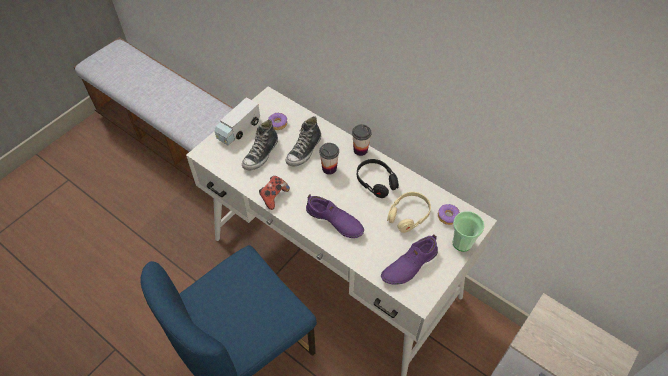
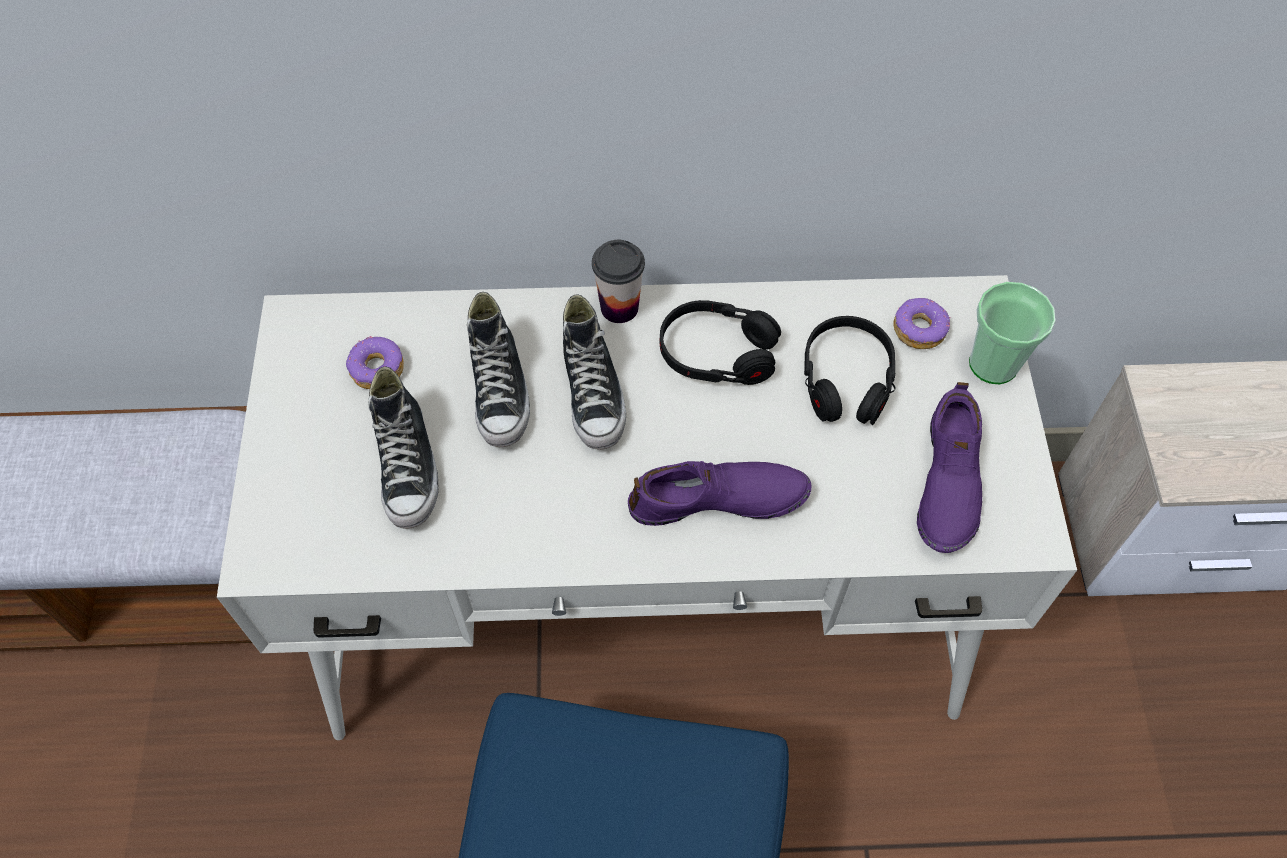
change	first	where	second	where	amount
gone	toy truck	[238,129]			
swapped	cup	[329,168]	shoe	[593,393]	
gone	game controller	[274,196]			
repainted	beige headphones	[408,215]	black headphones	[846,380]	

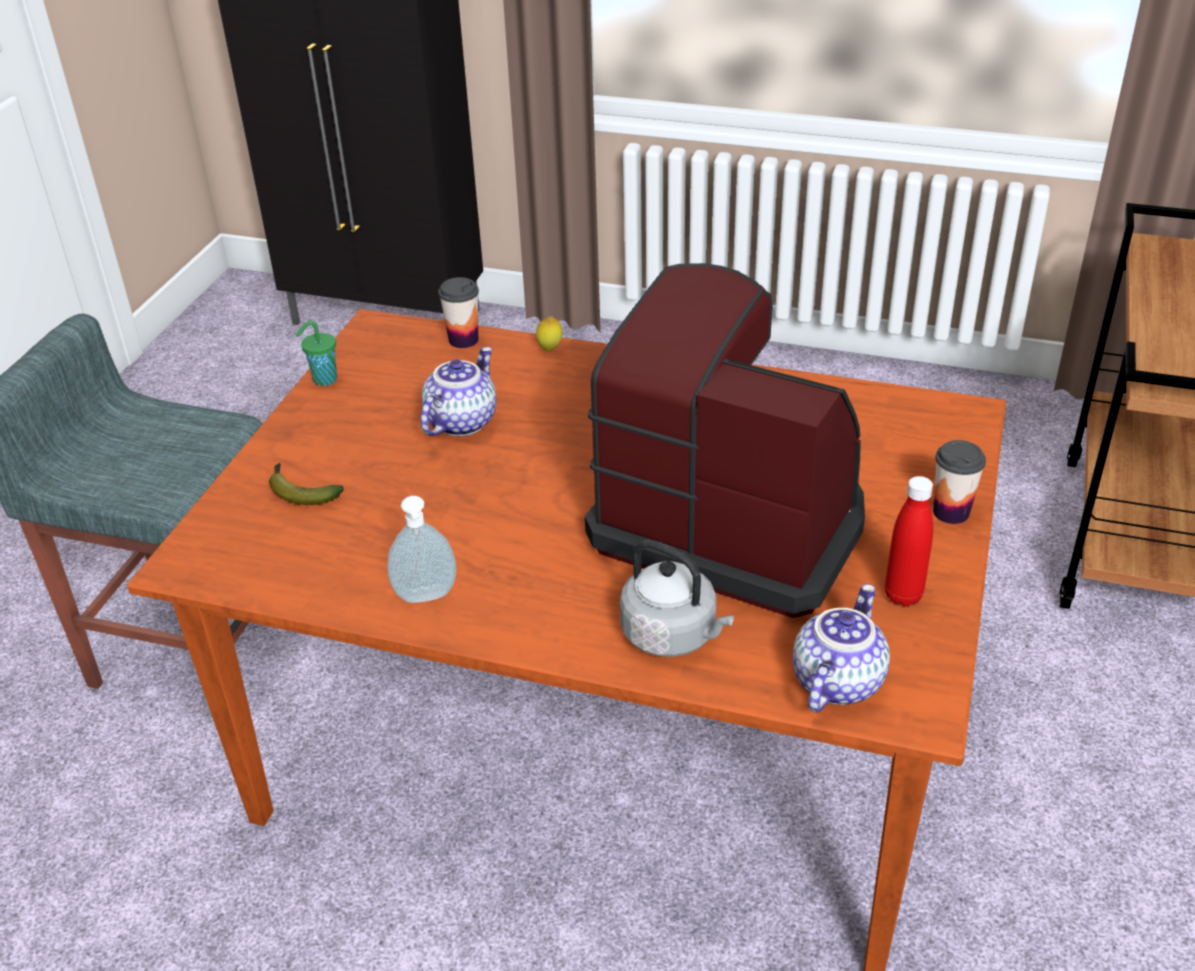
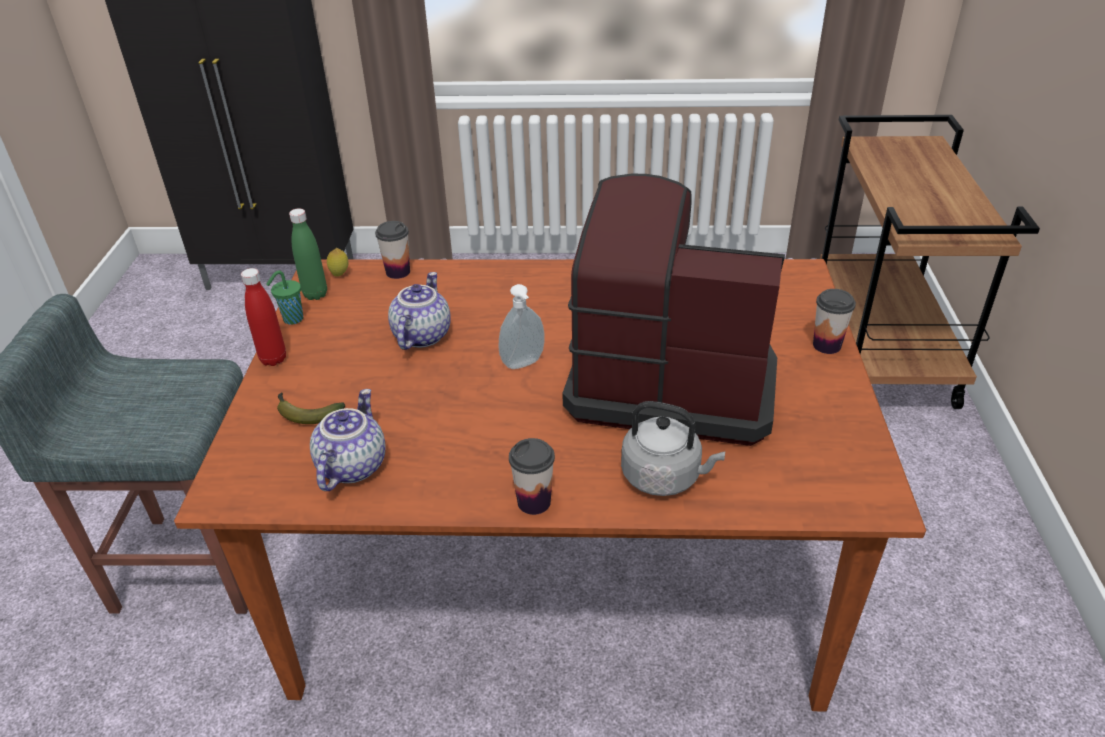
change	first	where	second	where	amount
shifted	lemon	[550,349]		[340,275]	
shifted	red bottle	[903,595]		[273,359]	
shifted	soap dispenser	[426,598]		[524,364]	
shifted	teapot	[835,681]		[351,466]	
new			green bottle	[315,294]	
new			cup	[534,502]	

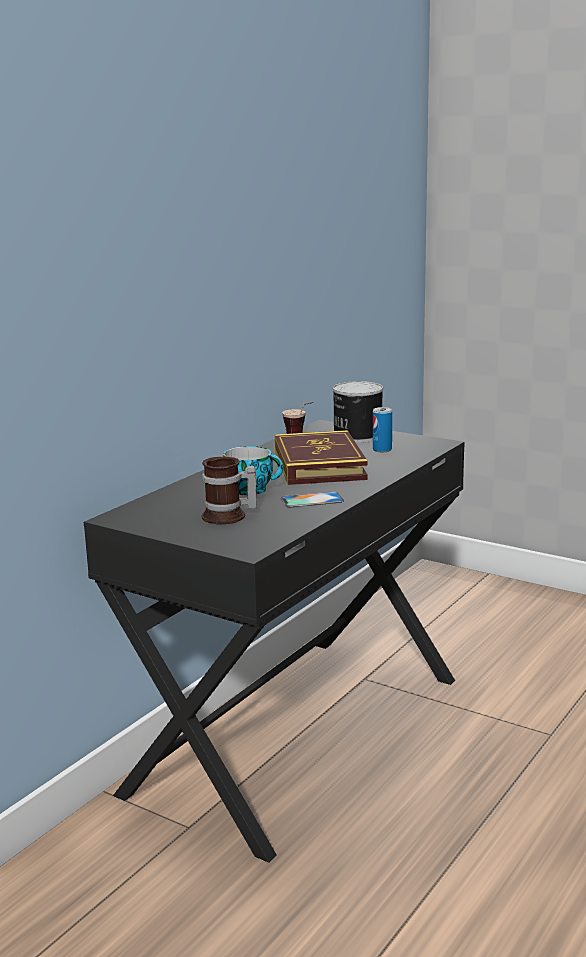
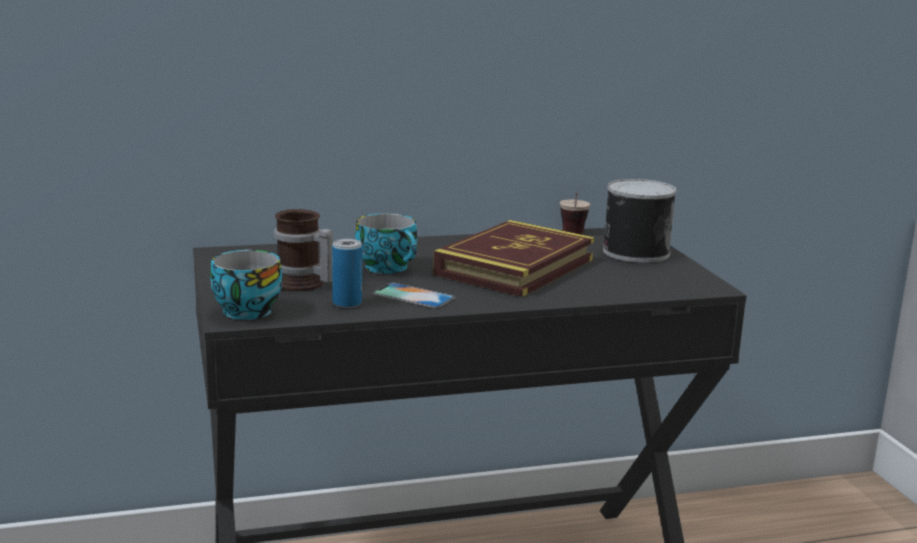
change	first	where	second	where	amount
shifted	can	[382,449]		[347,303]	
new			cup	[244,310]	

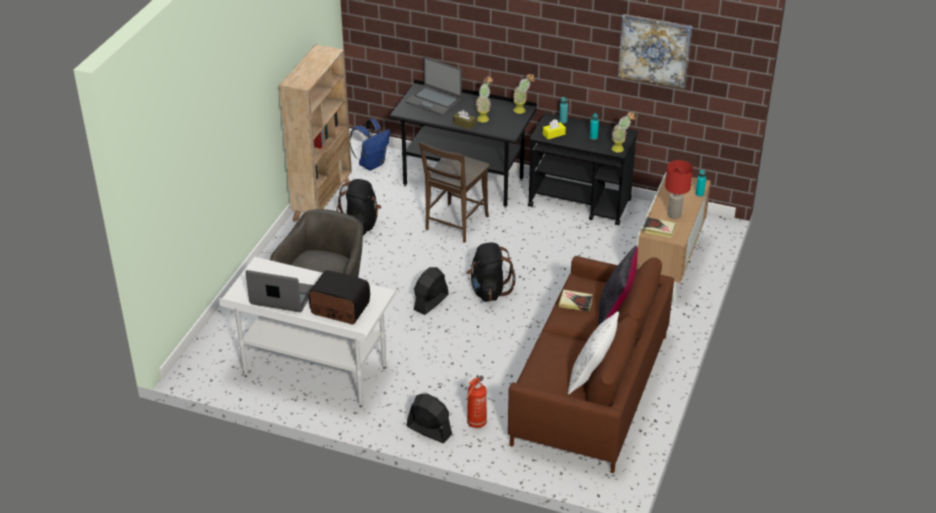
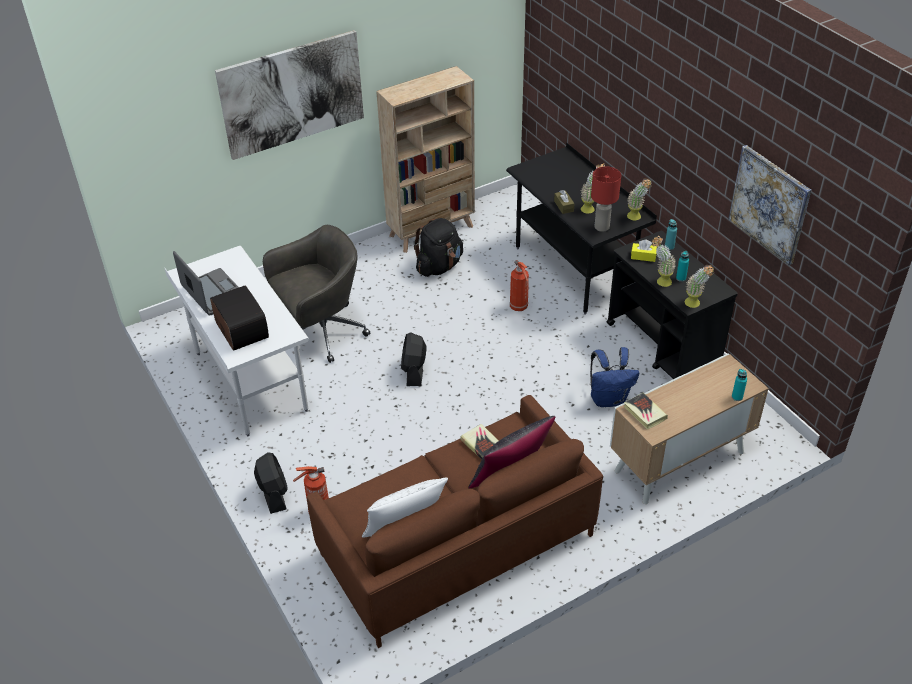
change	first	where	second	where	amount
gone	laptop	[434,101]			
shifted	blue backpack	[372,164]		[609,399]	
swapped	brown chair	[455,225]	fire extinguisher	[519,307]	
shifted	red table lamp	[674,215]		[601,227]	
gone	black backpack	[488,290]			
rotated	black fan	[430,302]		[414,371]	75 degrees counterclockwise
new			picture	[292,94]	
new			potted plant	[660,281]	

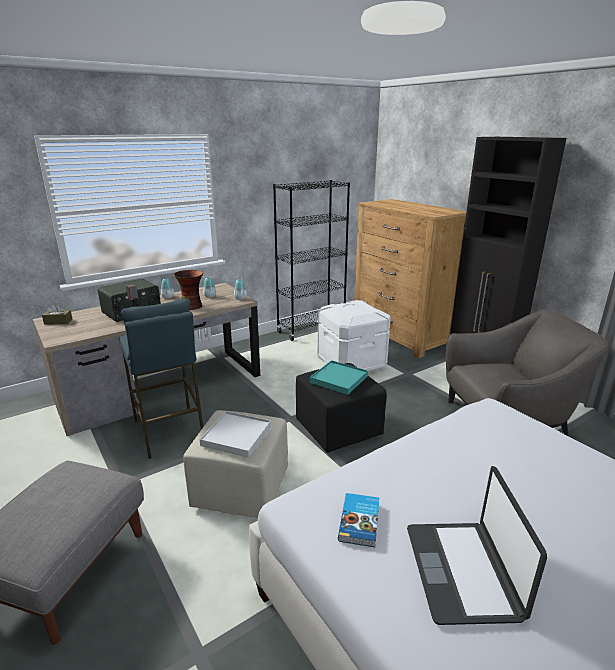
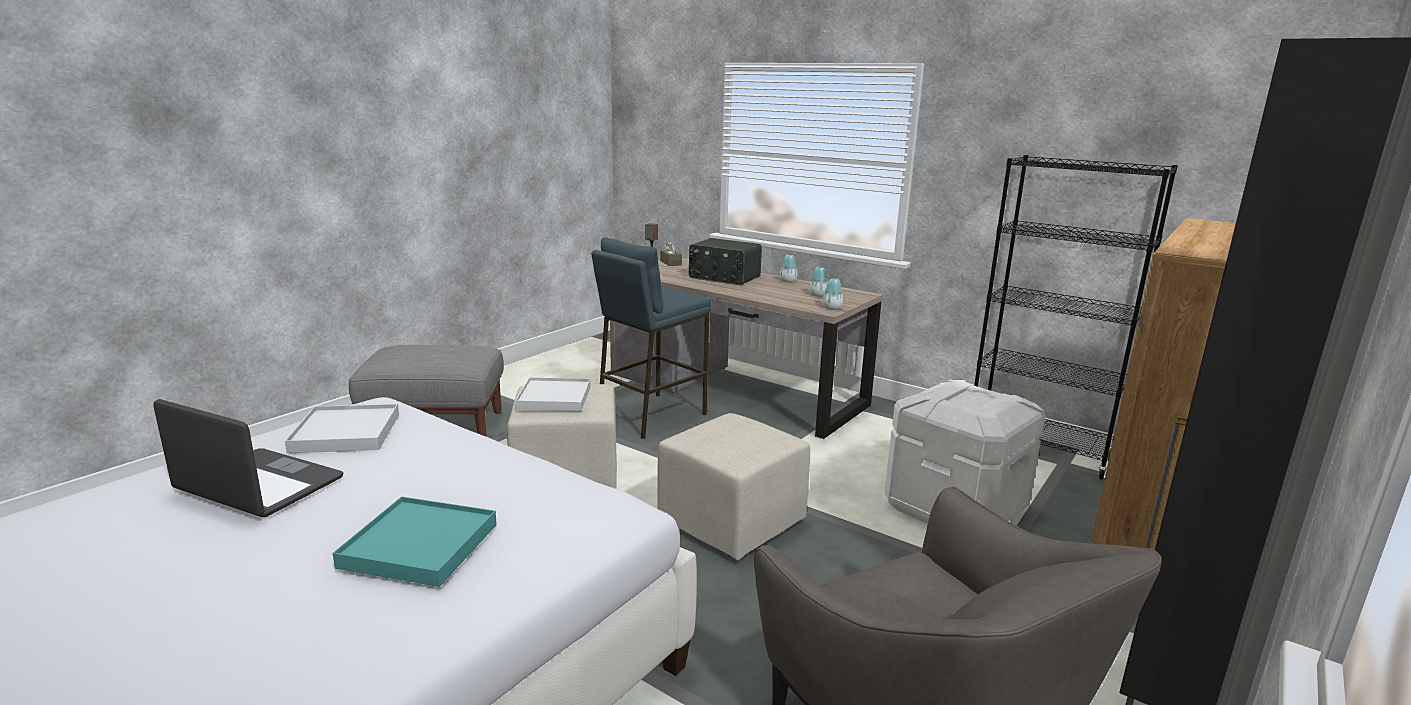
change	first	where	second	where	amount
gone	vase	[192,306]			
shifted	turquoise tray	[339,379]		[419,546]	
repainted	black ottoman	[337,429]	beige ottoman	[732,522]	
rotated	laptop	[463,571]		[258,486]	45 degrees clockwise
swapped	book	[360,521]	white tray	[346,433]	

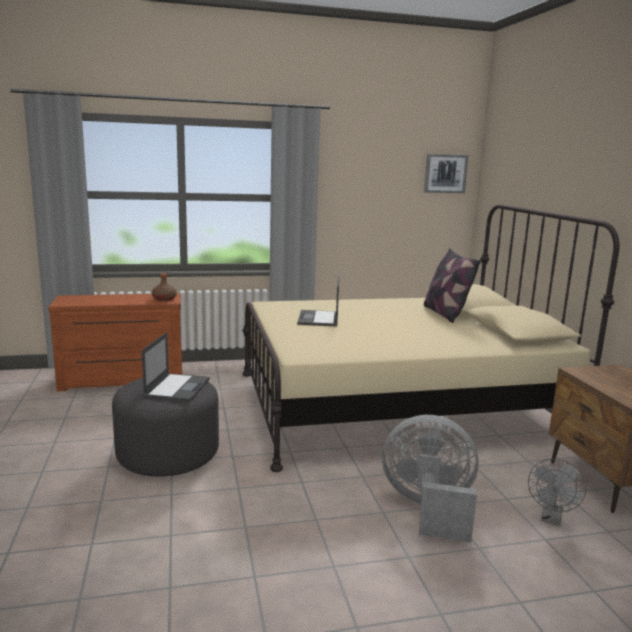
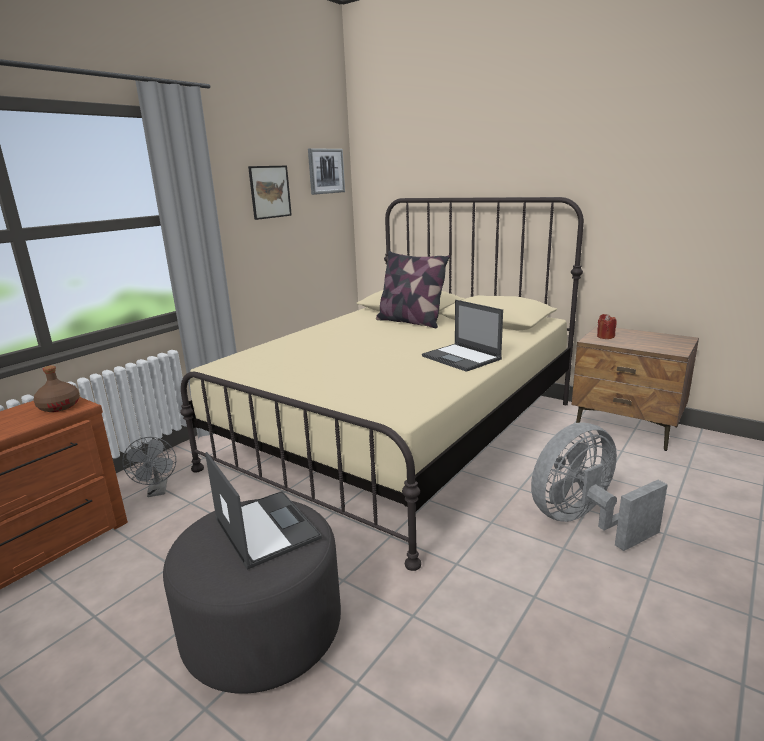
change	first	where	second	where	amount
shifted	laptop	[318,319]		[462,358]	
shifted	grey fan	[551,519]		[158,491]	
new			picture	[270,192]	
new			red candle	[605,337]	

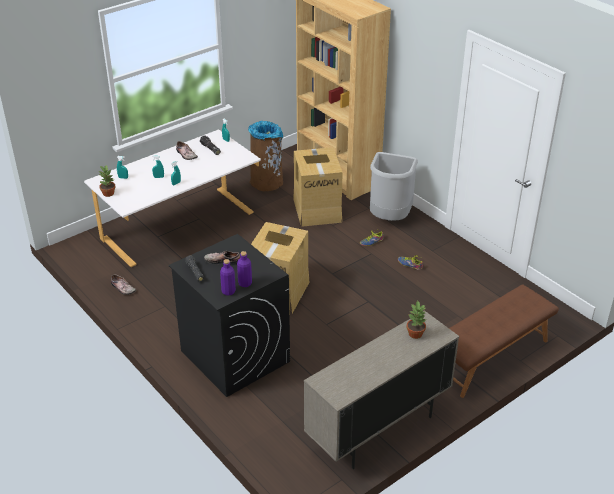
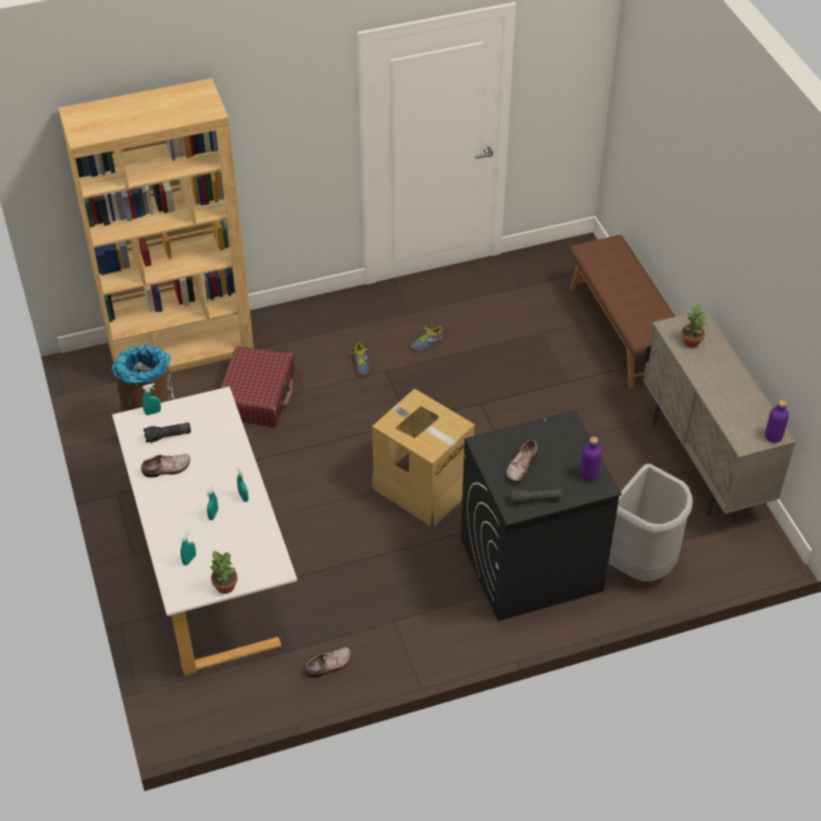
change	first	where	second	where	amount
swapped	cardboard box	[317,210]	red suitcase	[257,395]	
shifted	grey trash can	[389,218]		[641,565]	
shifted	purple bottle	[245,283]		[773,437]	

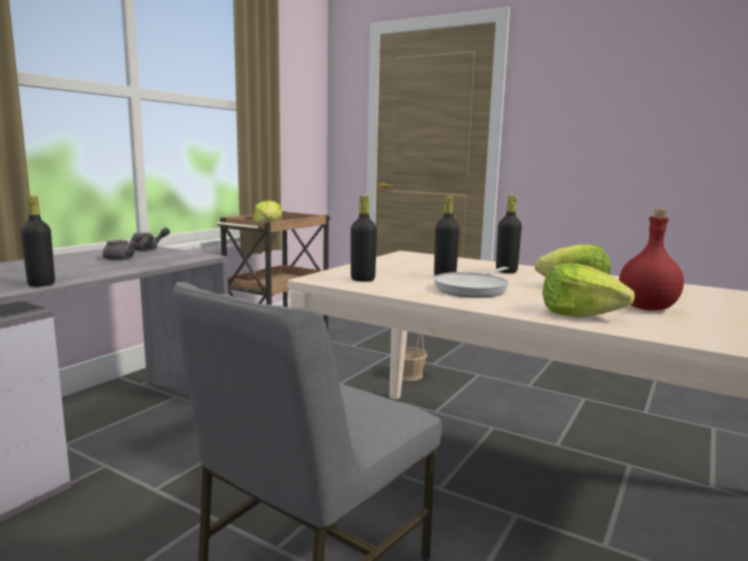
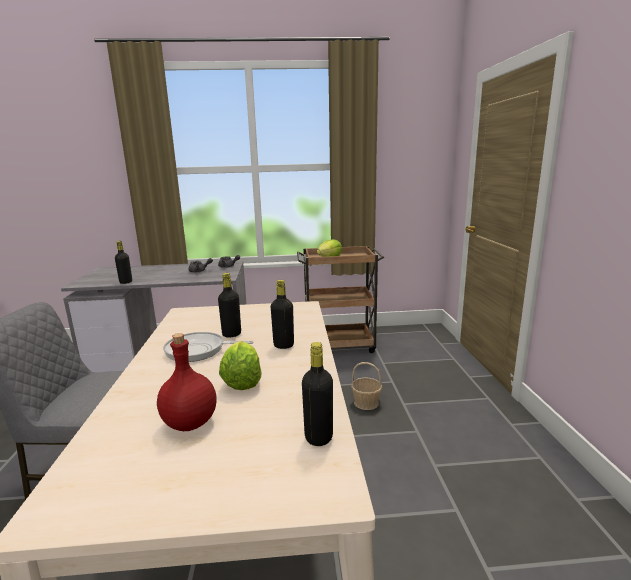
change	first	where	second	where	amount
shifted	black bottle	[362,279]		[318,437]	
gone	lettuce	[580,314]			

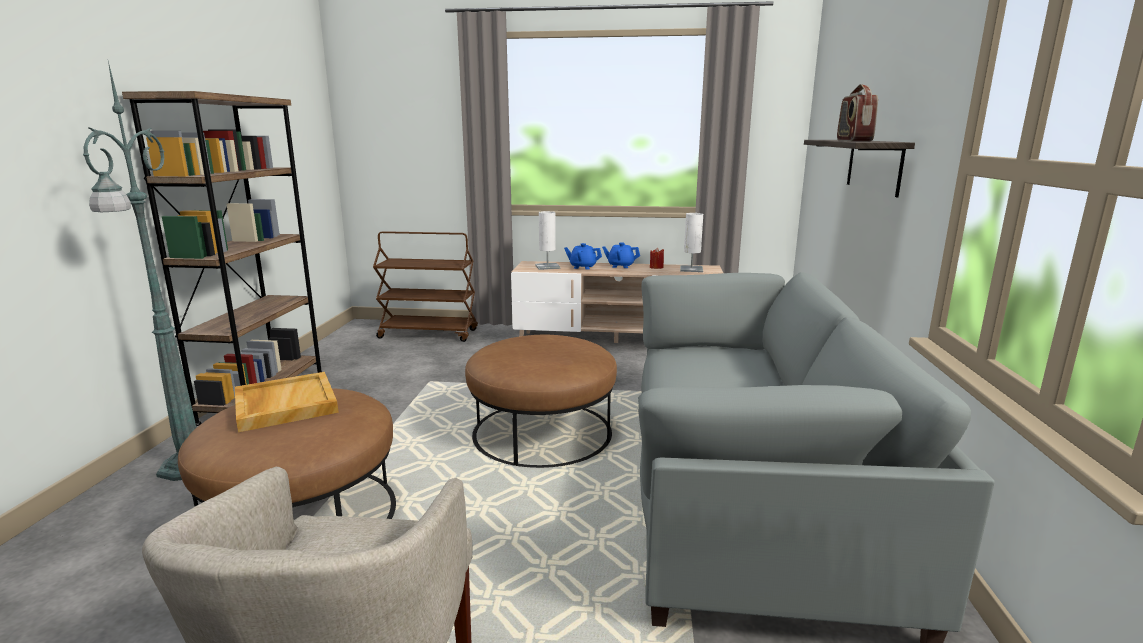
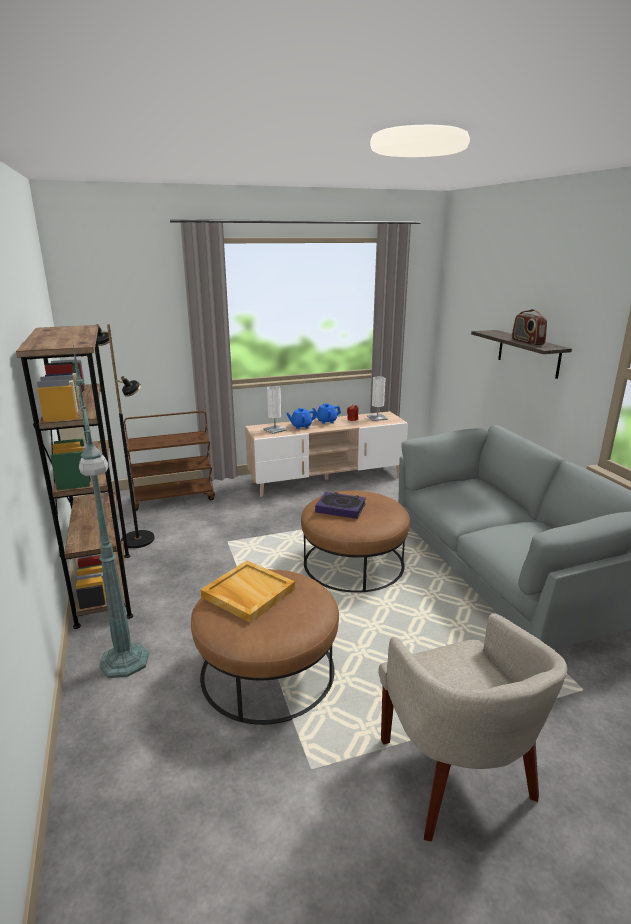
change	first	where	second	where	amount
new			black floor lamp	[138,539]	
new			book	[340,508]	

